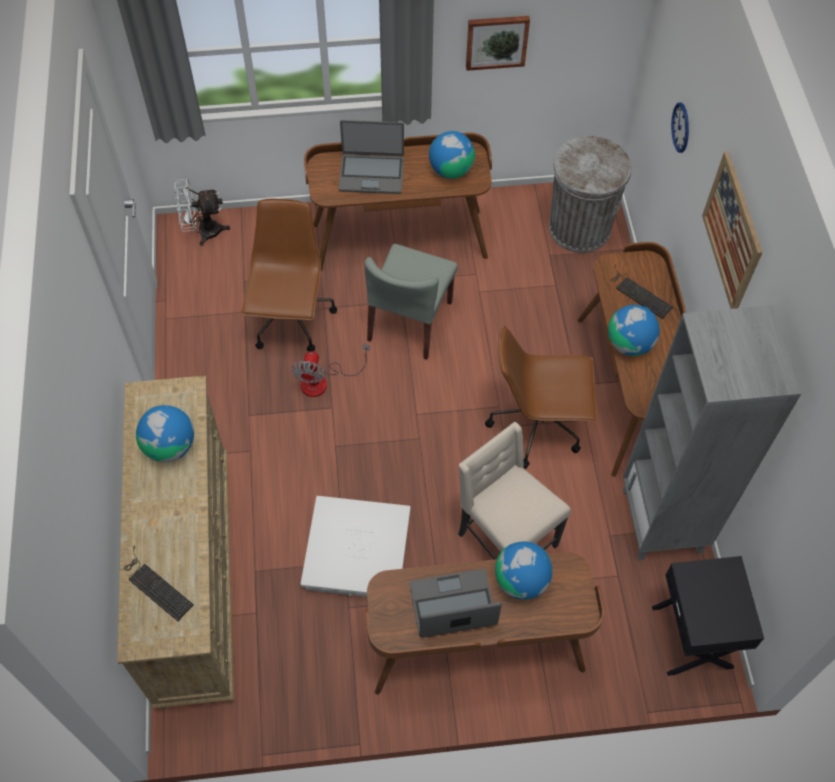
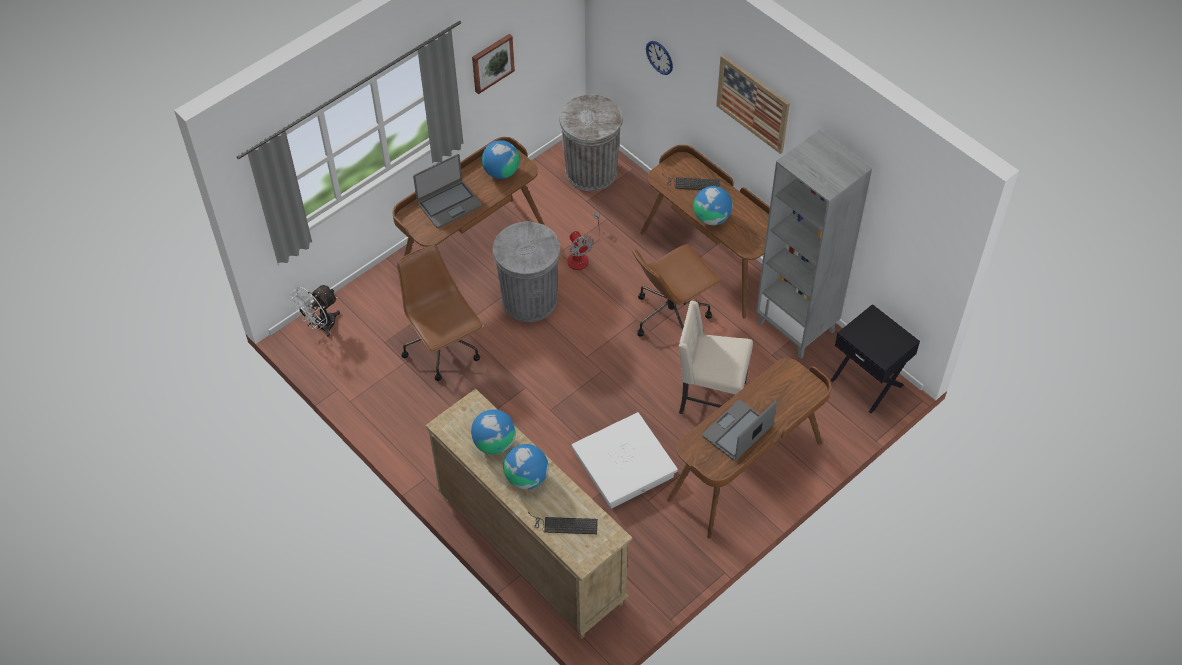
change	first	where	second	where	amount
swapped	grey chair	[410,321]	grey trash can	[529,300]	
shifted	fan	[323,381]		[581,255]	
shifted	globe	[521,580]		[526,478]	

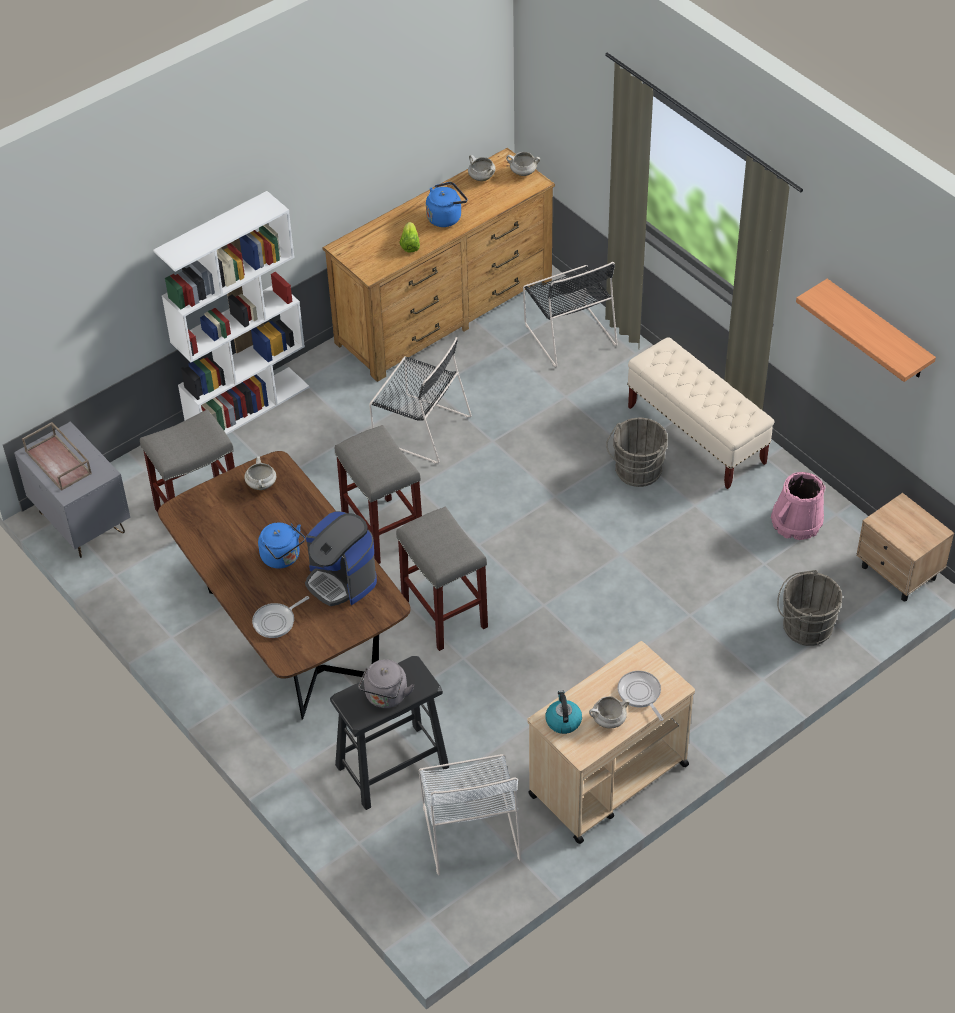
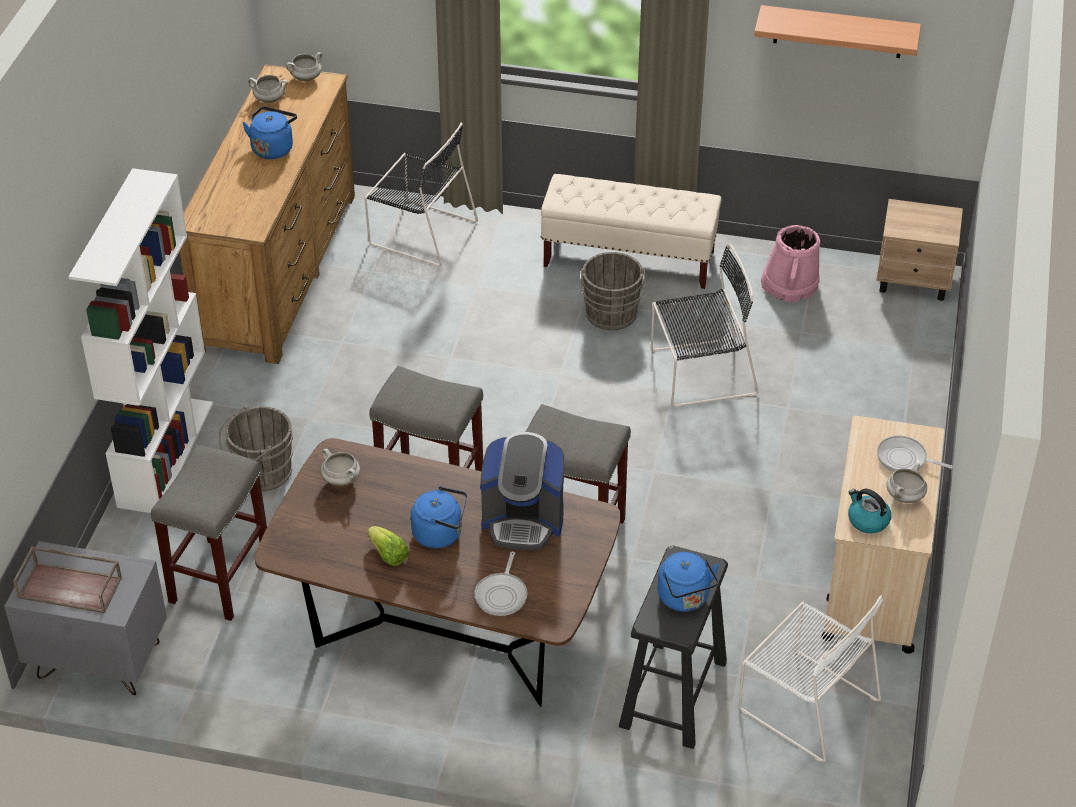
change	first	where	second	where	amount
shifted	lettuce	[410,244]		[388,555]	
shifted	black chair	[419,427]		[699,372]	
shifted	grey bucket	[804,626]		[260,473]	
repainted	grey kettle	[386,697]	blue kettle	[685,599]	

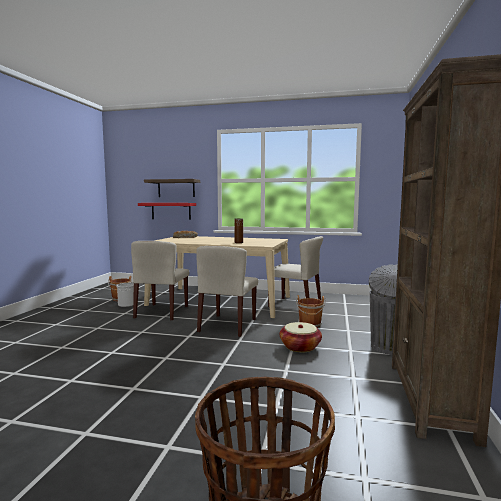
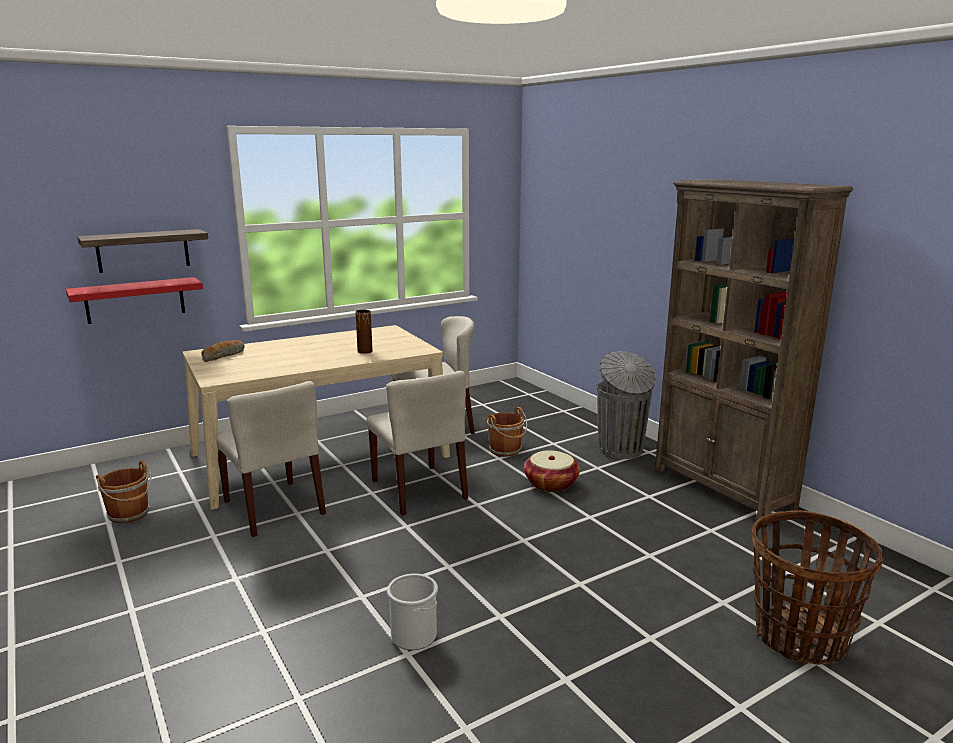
change	first	where	second	where	amount
shifted	bucket	[126,304]		[413,636]	

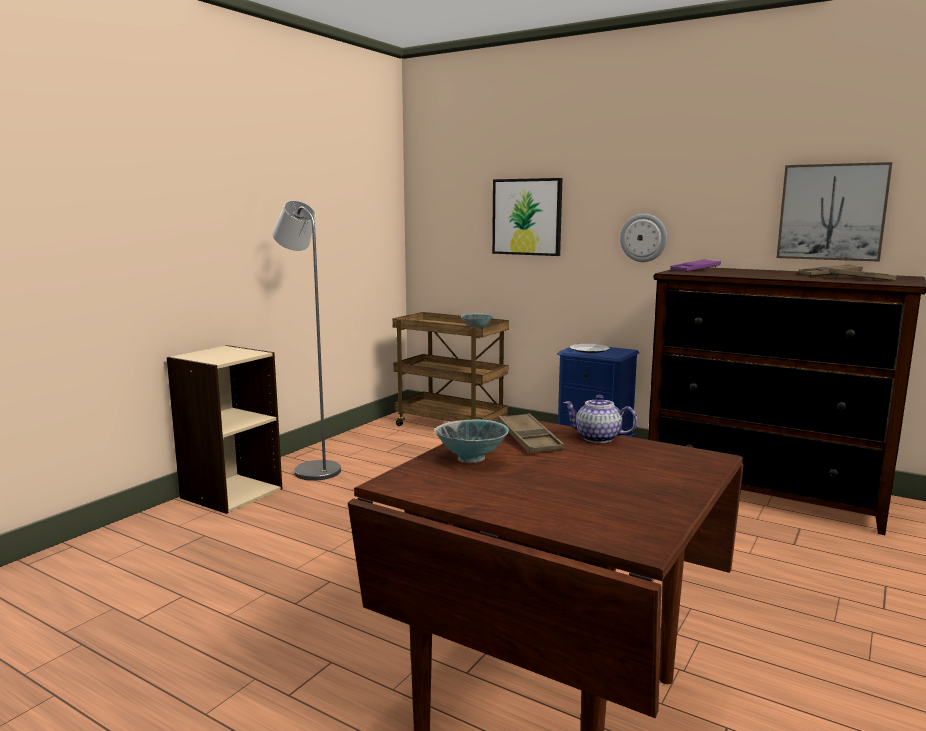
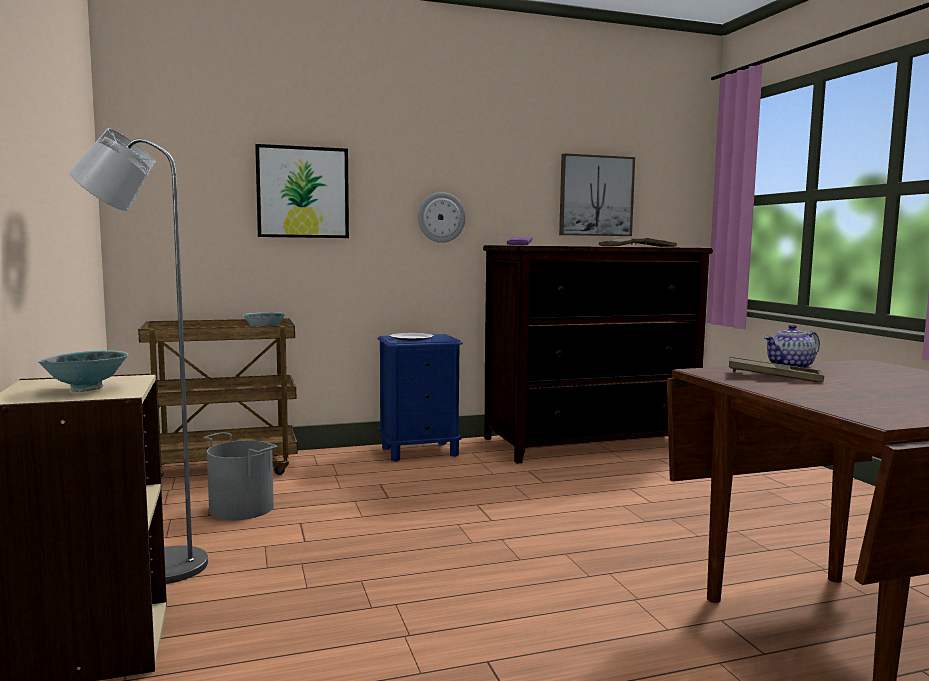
change	first	where	second	where	amount
shifted	bowl	[471,459]		[86,389]	
new			grey bucket	[242,508]	

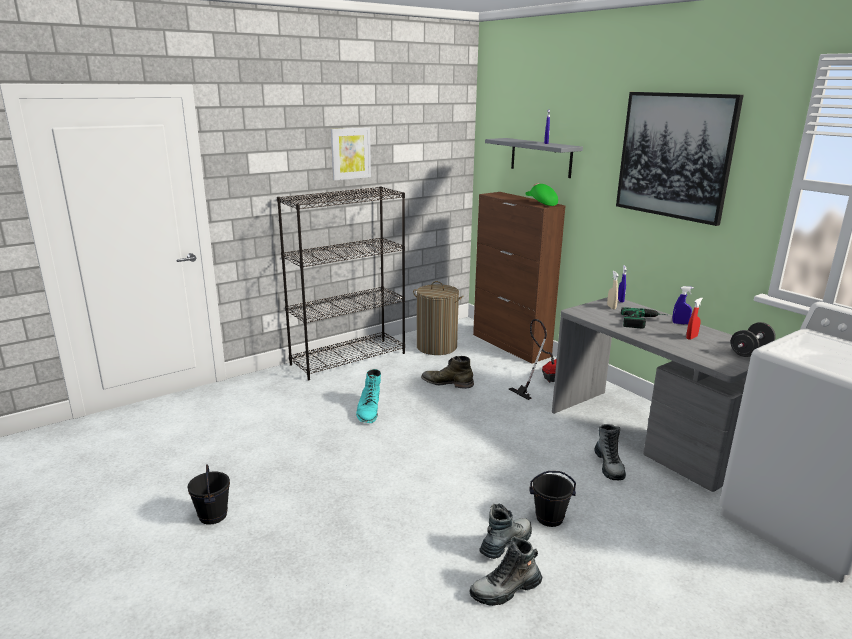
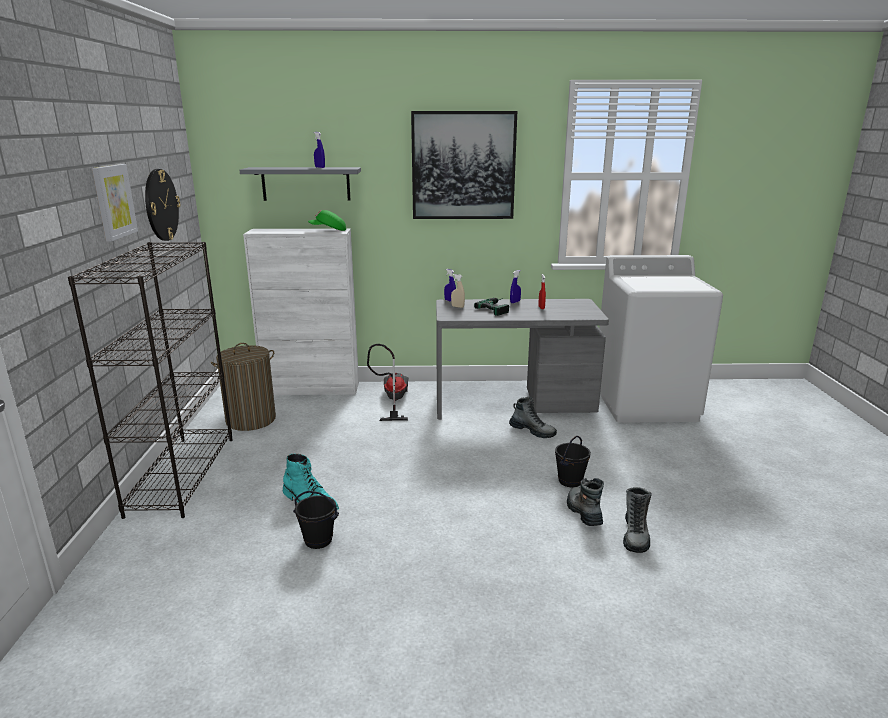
change	first	where	second	where	amount
repainted	brown cabinet	[511,345]	white cabinet	[312,389]	
gone	black dumbbell	[750,351]			
gone	green boot	[447,383]			
shifted	black bucket	[213,516]		[318,540]	
new			wall clock	[161,205]	

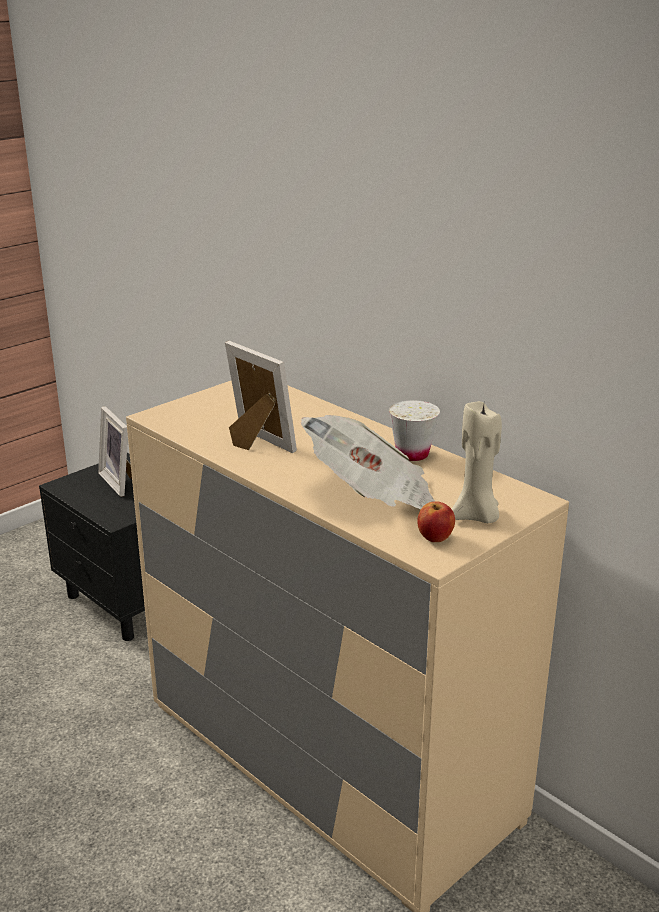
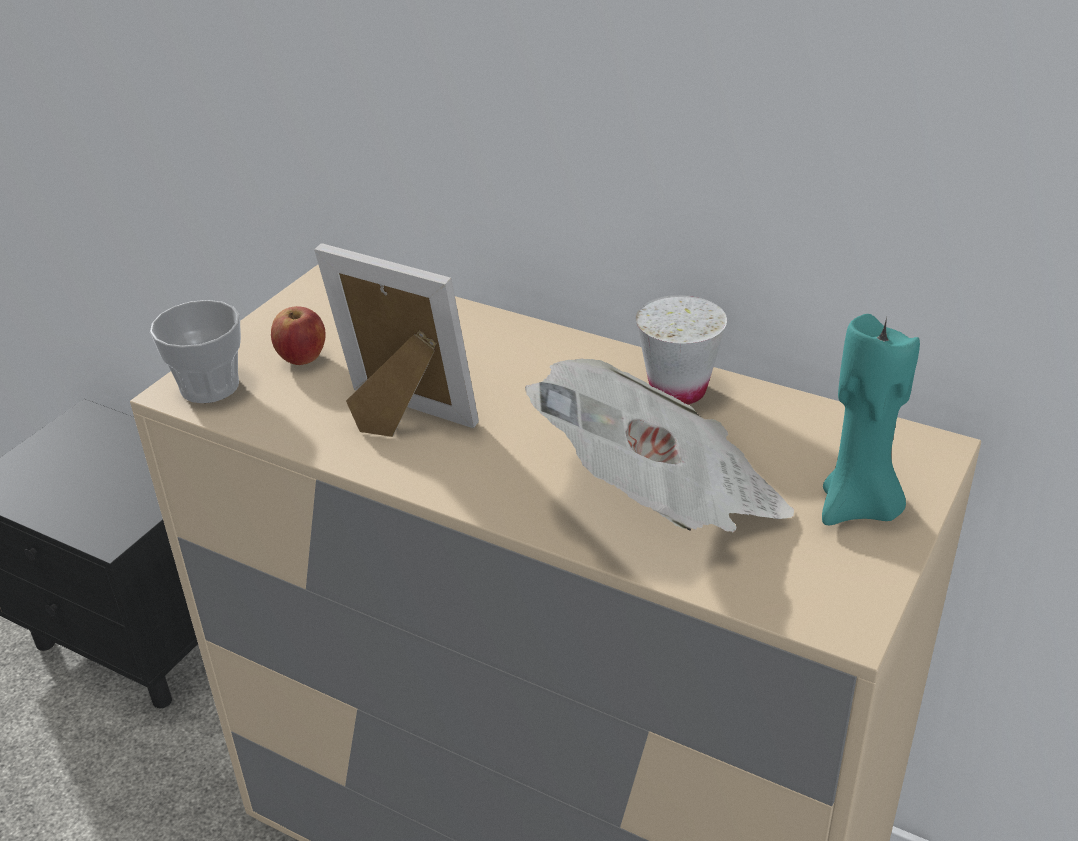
change	first	where	second	where	amount
repainted	beige candle	[476,517]	turquoise candle	[858,508]	
gone	picture frame	[121,482]			
shifted	apple	[435,538]		[302,358]	
new			cup	[209,386]	

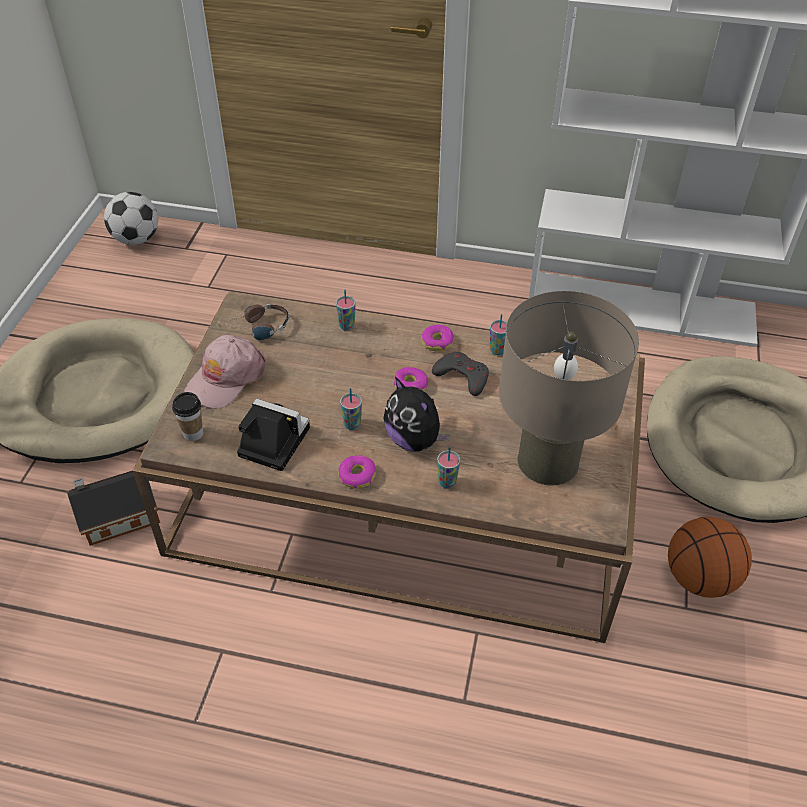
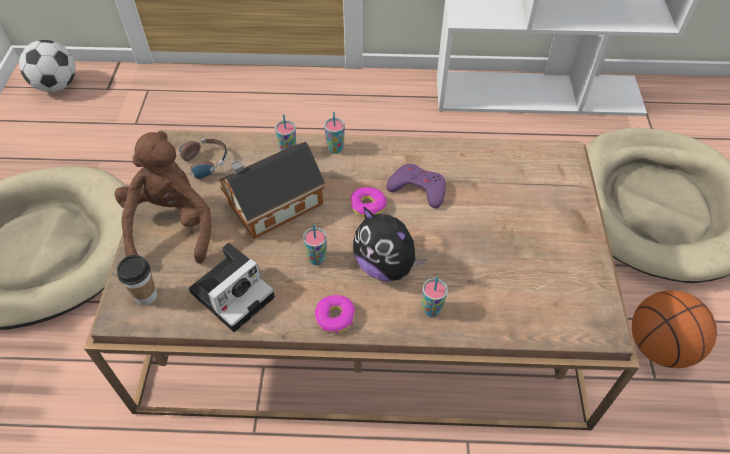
change	first	where	second	where	amount
gone	beige table lamp	[548,461]			
shifted	cup	[497,350]		[335,148]	
gone	donut	[437,342]			
swapped	pink cap	[225,378]	brown plush toy	[171,226]	
repainted	grey game controller	[462,376]	purple game controller	[418,189]	
rotated	photo camera	[271,441]		[234,292]	120 degrees clockwise
shifted	toy house	[116,517]		[272,205]	

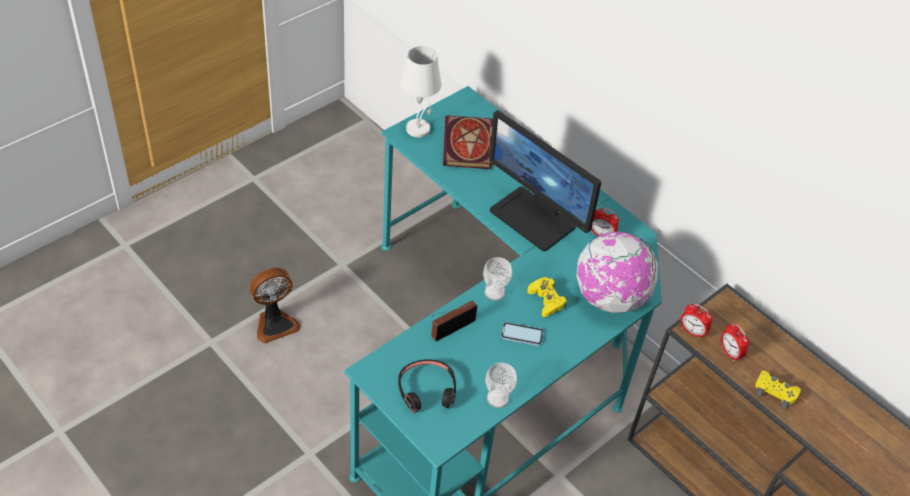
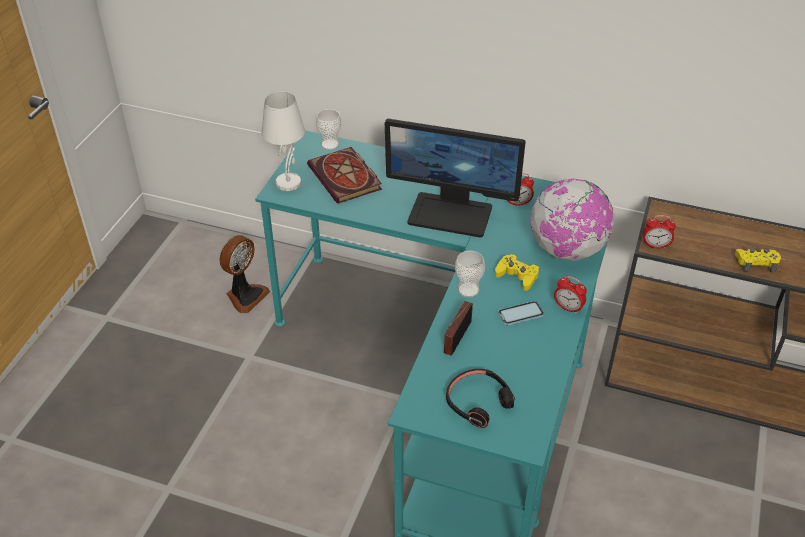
change	first	where	second	where	amount
shifted	fan	[275,324]		[245,296]	
shifted	alarm clock	[730,353]		[568,308]	
shifted	cup	[497,398]		[330,144]	

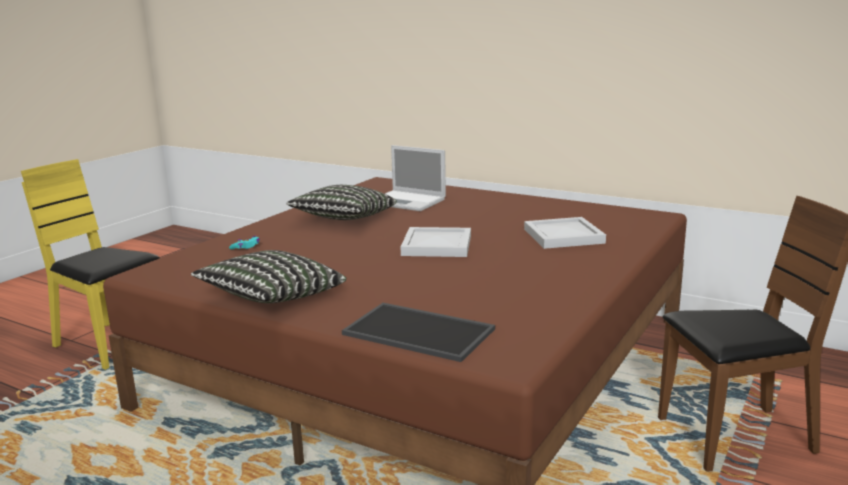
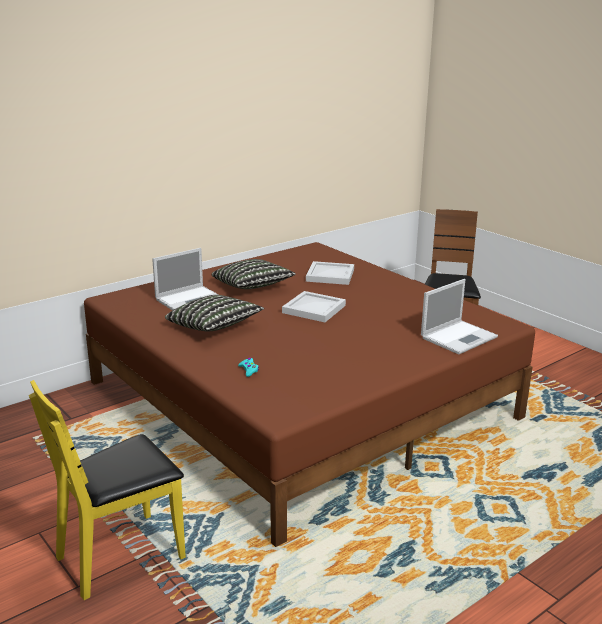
change	first	where	second	where	amount
shifted	pillow	[271,299]		[252,287]	
swapped	tray	[421,331]	laptop	[459,337]	

